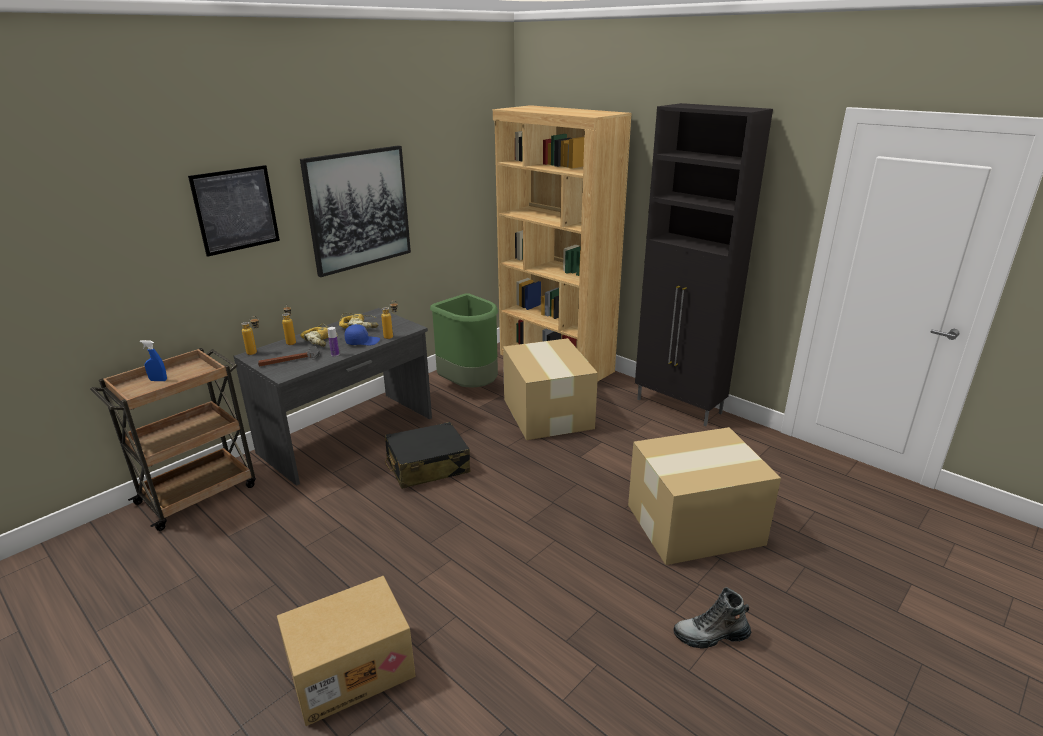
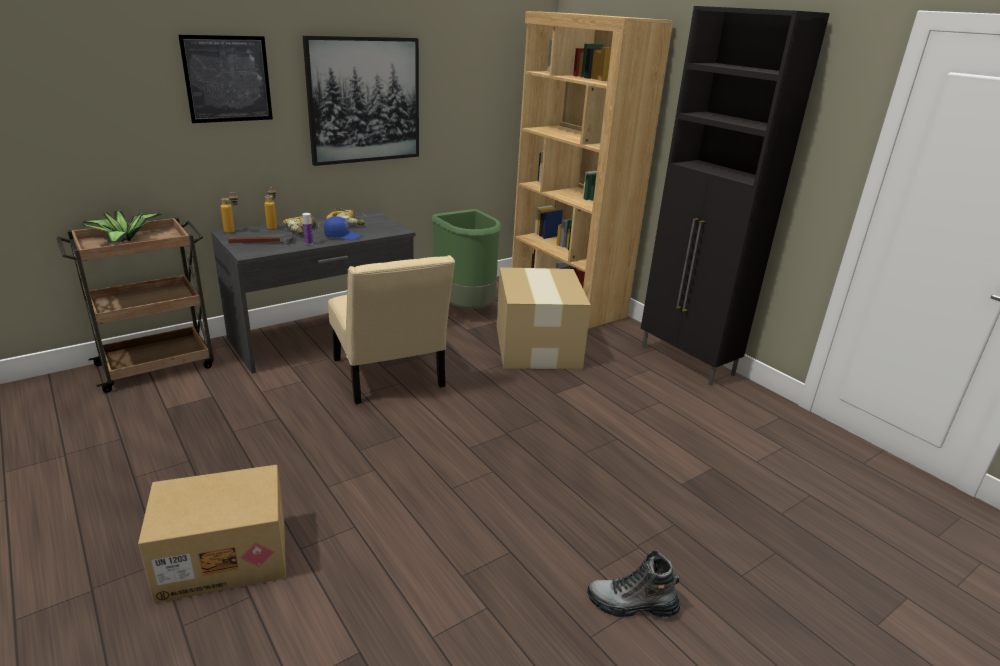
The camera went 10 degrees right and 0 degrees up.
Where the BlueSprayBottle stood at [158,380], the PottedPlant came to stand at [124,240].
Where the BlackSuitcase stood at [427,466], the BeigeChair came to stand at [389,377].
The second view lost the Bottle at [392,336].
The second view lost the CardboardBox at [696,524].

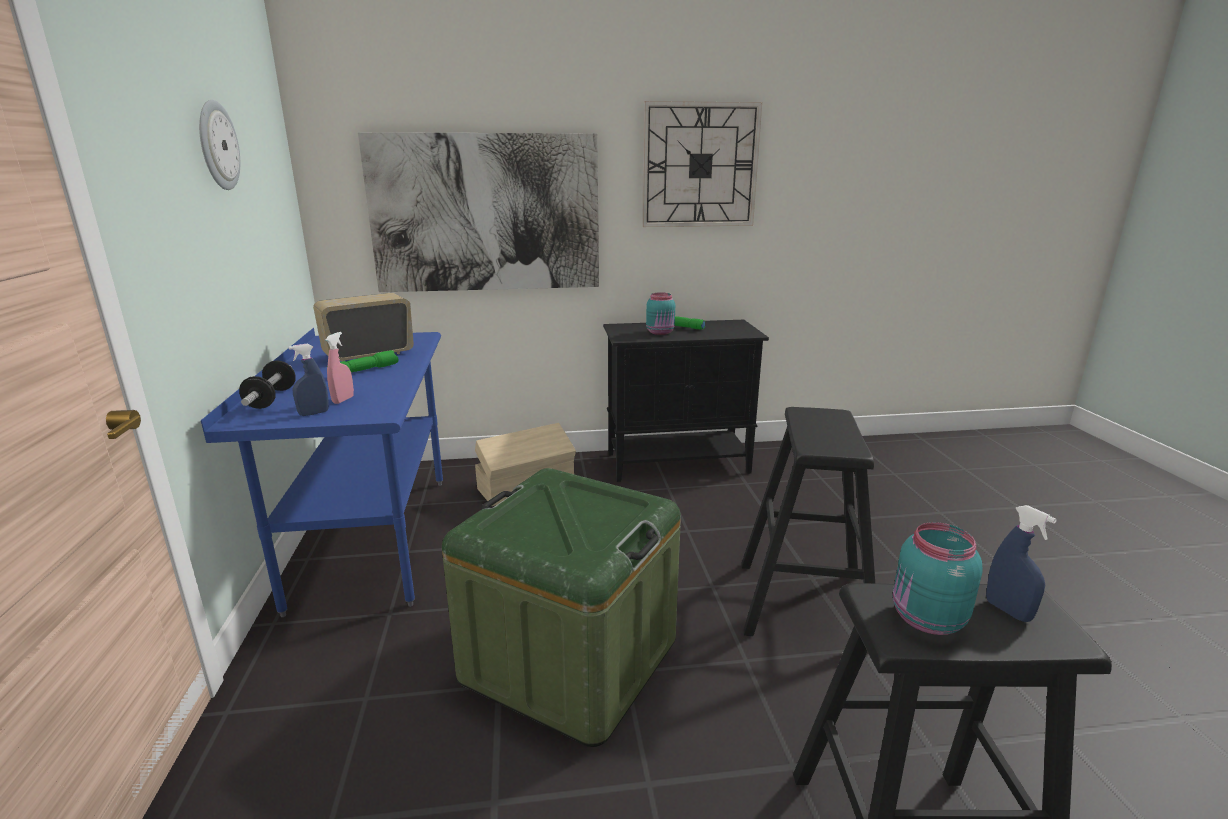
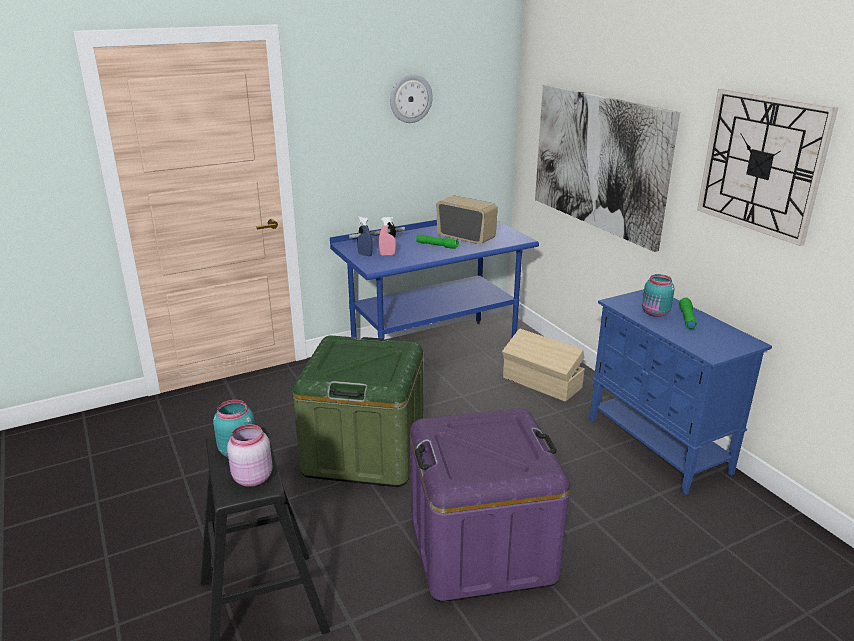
The camera went 70 degrees right and 5 degrees up.
Where the BlueSprayBottle stood at [1008,611], the PinkJar came to stand at [251,478].
Where the BlackStool stood at [804,603], the PurpleStorageBox came to stand at [481,548].
What was the BlackCabinet at [679,463] turned into the BlueCabinet at [659,446].

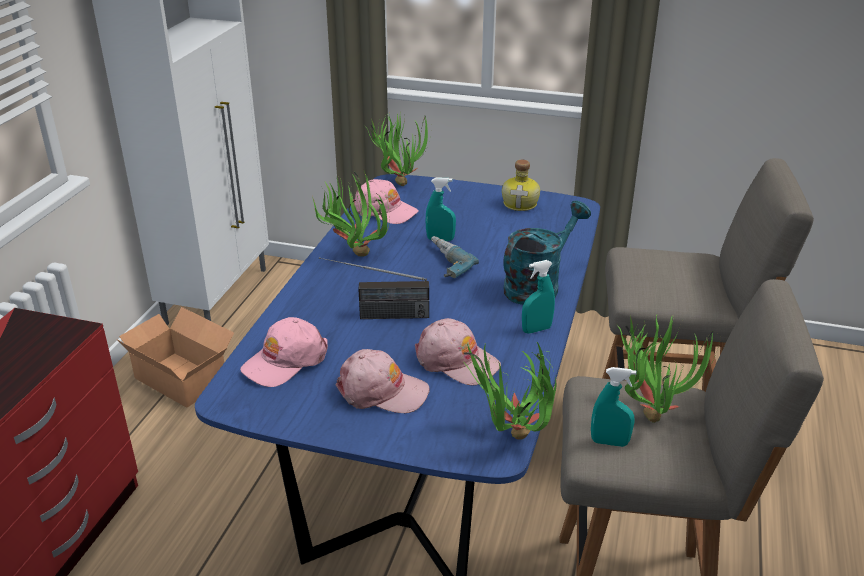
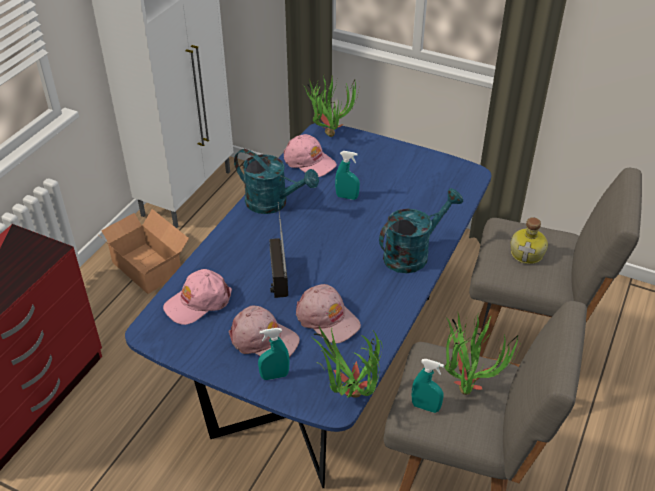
The camera went 10 degrees right and 10 degrees up.
Where the PottedPlant stood at [353,253], the TurquoiseWateringCan came to stand at [273,203].
The TurquoiseSprayBottle ended up elsewhere, having gone from [536,329] to [274,376].
The Radio at [375,315] ended up facing another way, 75 degrees clockwise from before.
The Bottle ended up elsewhere, having gone from [521,204] to [527,254].
The second view lost the PowerDrill at [442,264].

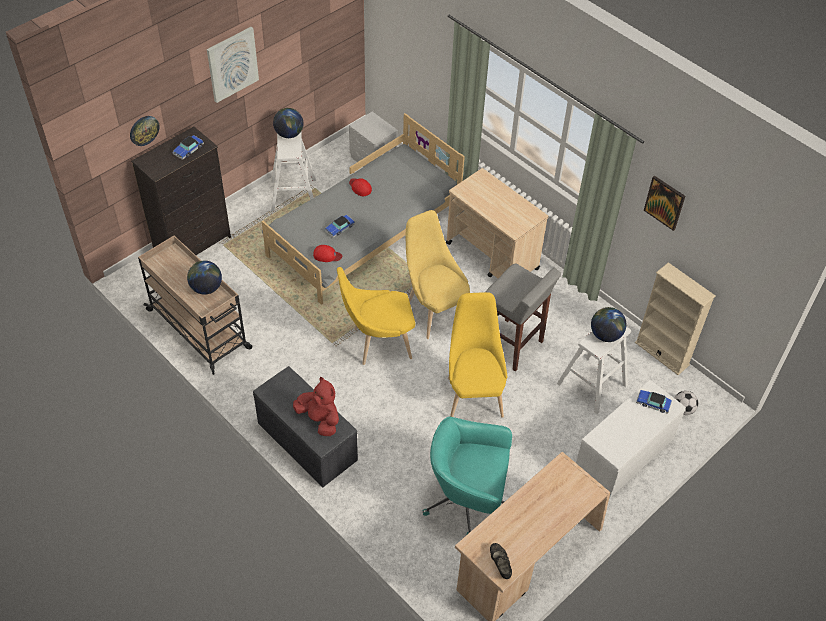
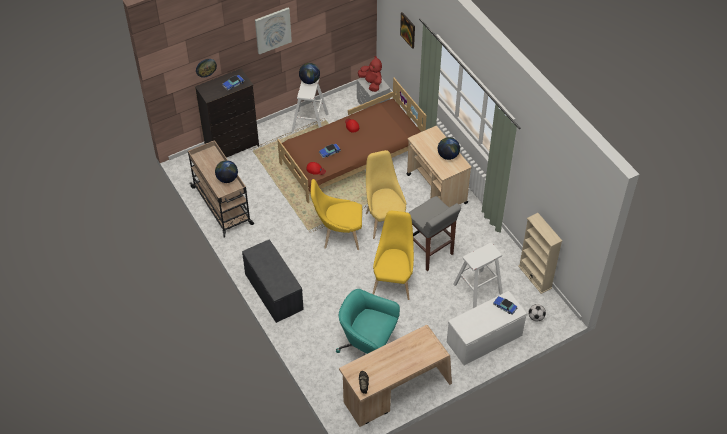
The camera went 15 degrees right and 0 degrees up.
What was the GreyBed at [364,233] turned into the BrownBed at [351,158].
The RedPlushToy ended up elsewhere, having gone from [319,419] to [371,83].
The Picture ended up elsewhere, having gone from [664,202] to [408,30].
The Globe ended up elsewhere, having gone from [605,335] to [448,155].

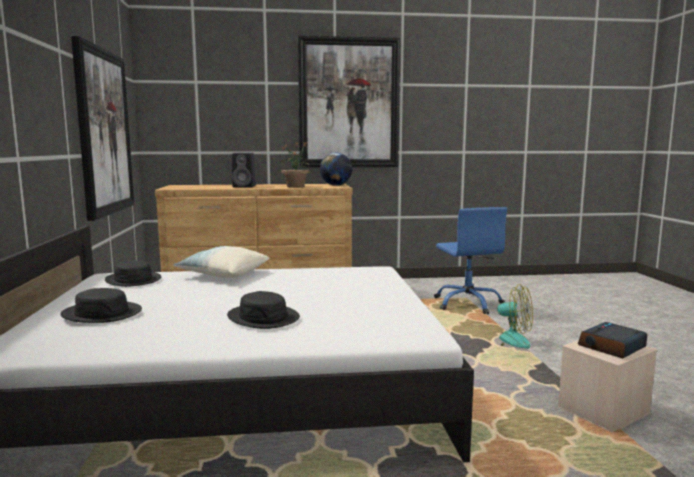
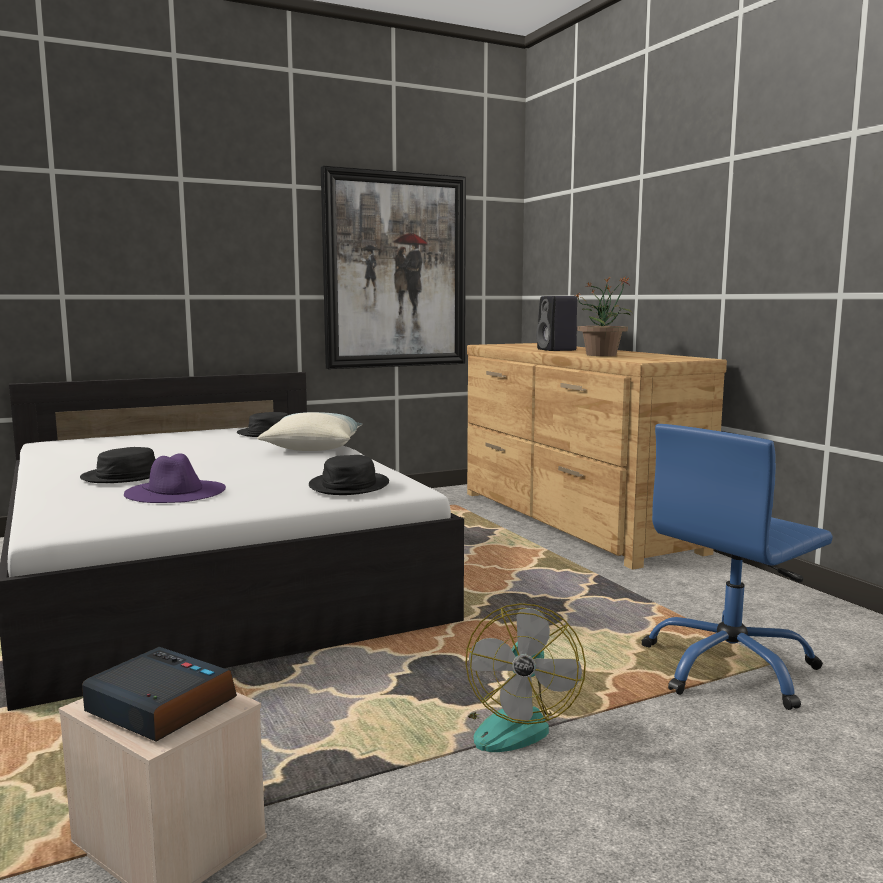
The camera went 70 degrees right and 0 degrees up.
The second view gained the PurpleHat at [175,491].
The BlackHat ended up elsewhere, having gone from [102,313] to [349,485].
The second view lost the Picture at [349,103].
The second view lost the Globe at [336,185].

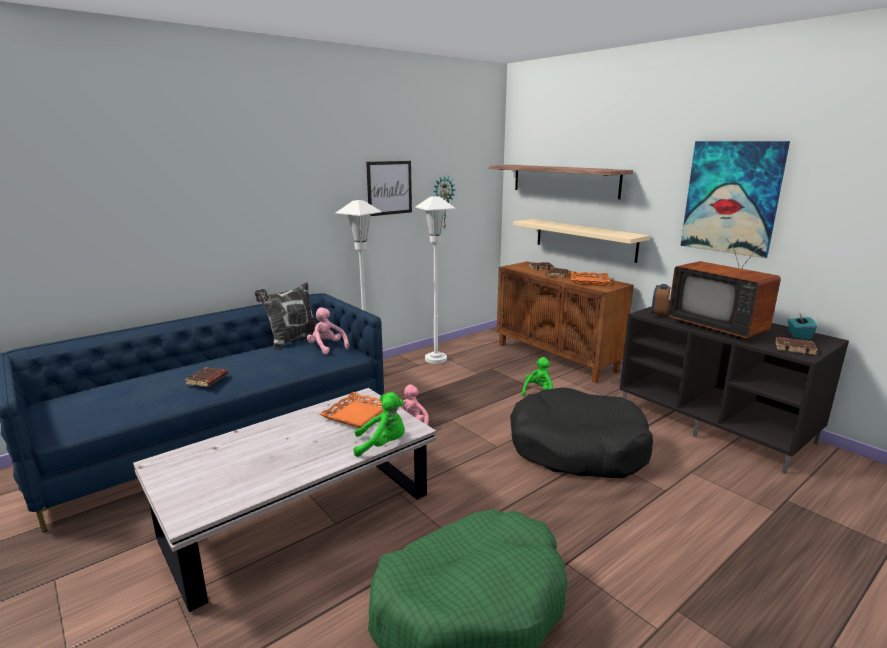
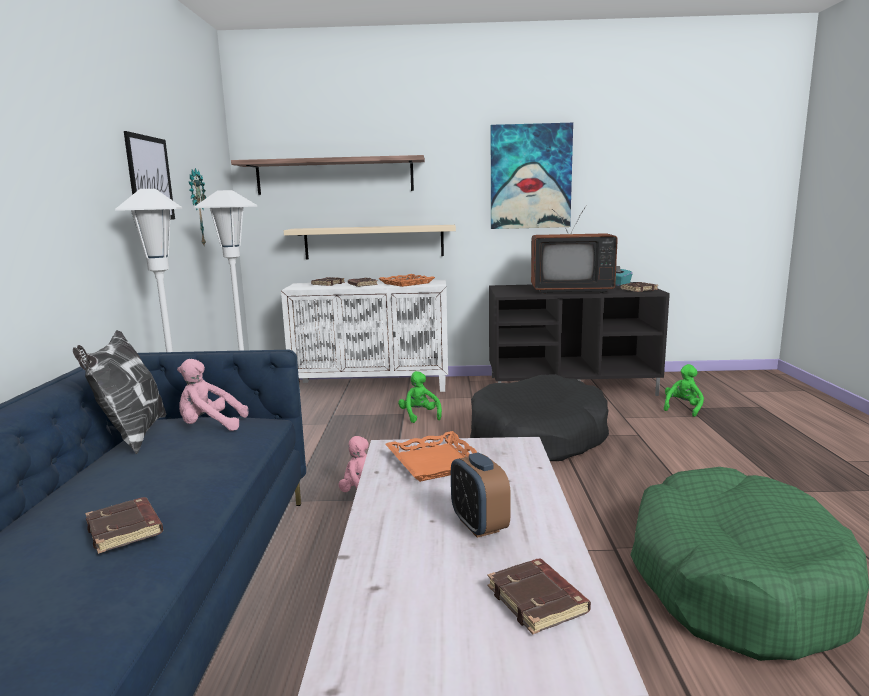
The camera went 50 degrees left and 5 degrees down.
What was the BrownCabinet at [557,358] turned into the WhiteCabinet at [373,386].
The AlarmClock ended up elsewhere, having gone from [658,313] to [479,525].
The second view gained the BrownBook at [538,601].
The GreenPlushToy ended up elsewhere, having gone from [382,445] to [683,408].

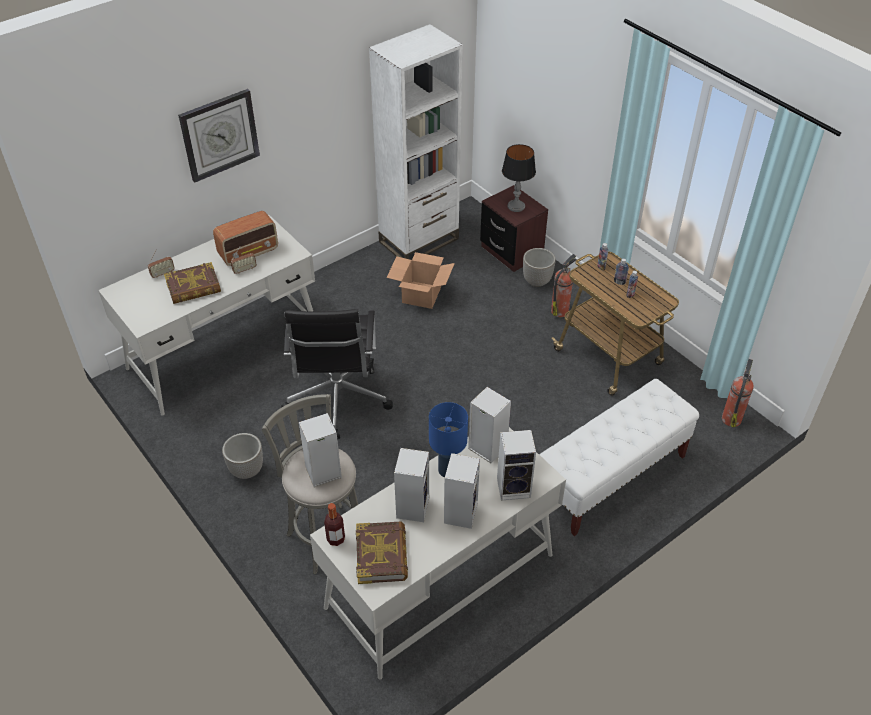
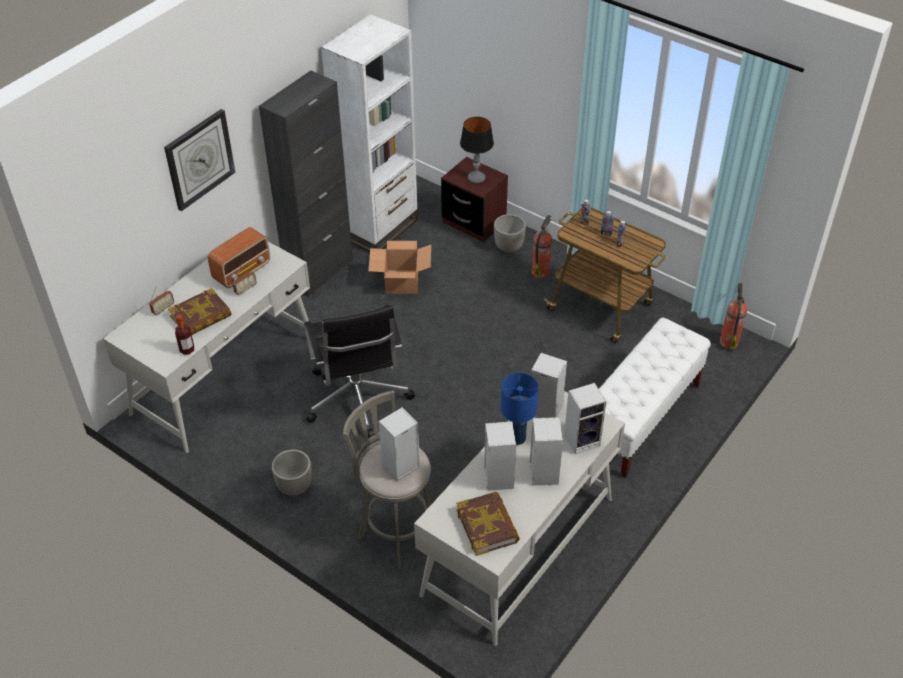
The camera went 15 degrees left and 0 degrees up.
The Bottle ended up elsewhere, having gone from [336,539] to [187,350].
The second view gained the BlackCabinet at [319,272].

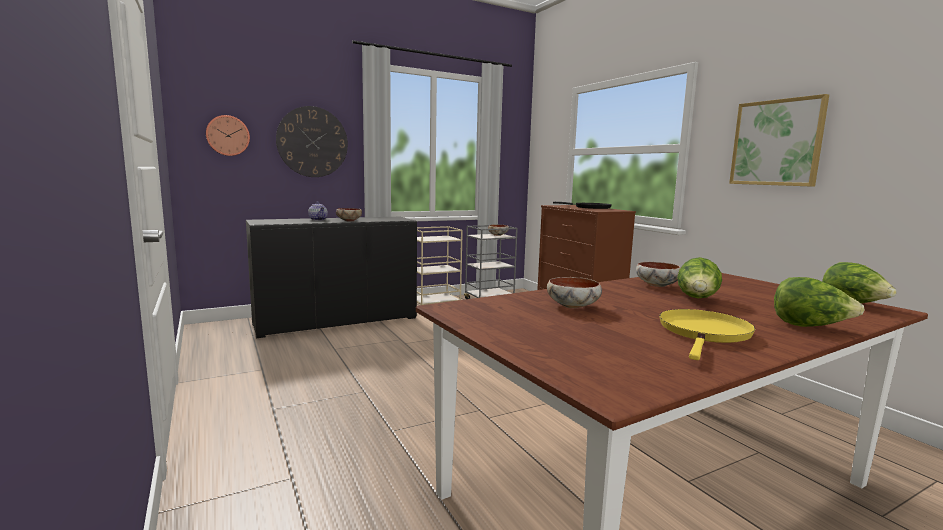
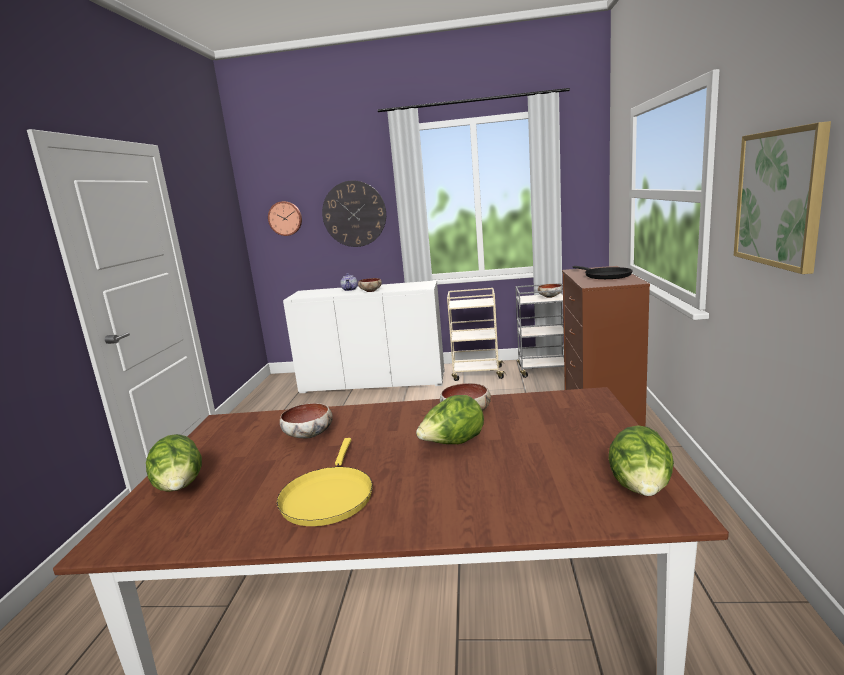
The camera went 35 degrees right and 5 degrees up.
The Lettuce ended up elsewhere, having gone from [809,326] to [180,488].
The YellowFryingPan at [704,333] ended up facing another way, 120 degrees clockwise from before.
What was the BlackCabinet at [336,321] turned into the WhiteCabinet at [373,382].

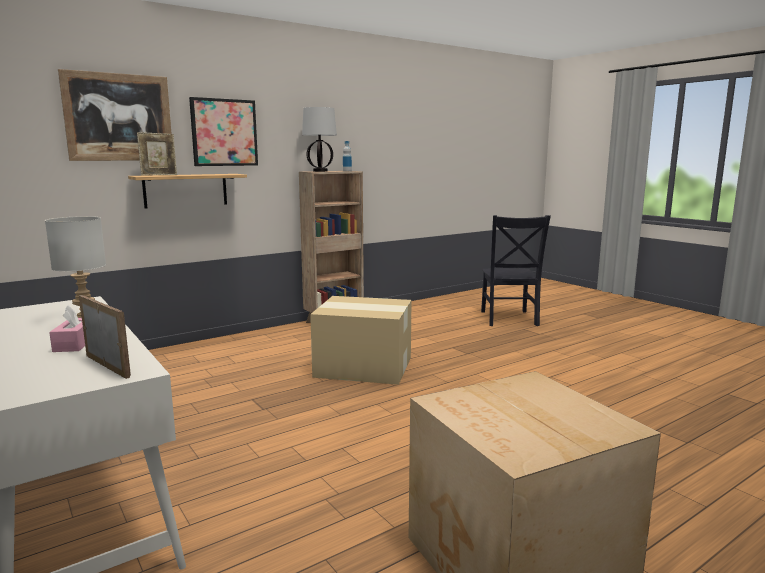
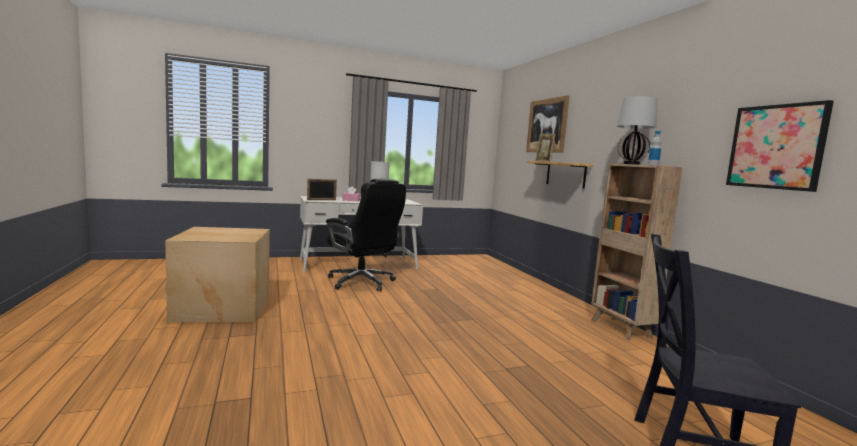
The camera went 105 degrees right and 5 degrees down.
The second view gained the BlackOfficeChair at [362,282].
The Picture ended up elsewhere, having gone from [224,132] to [776,147].
The second view lost the CardboardBox at [362,367].

